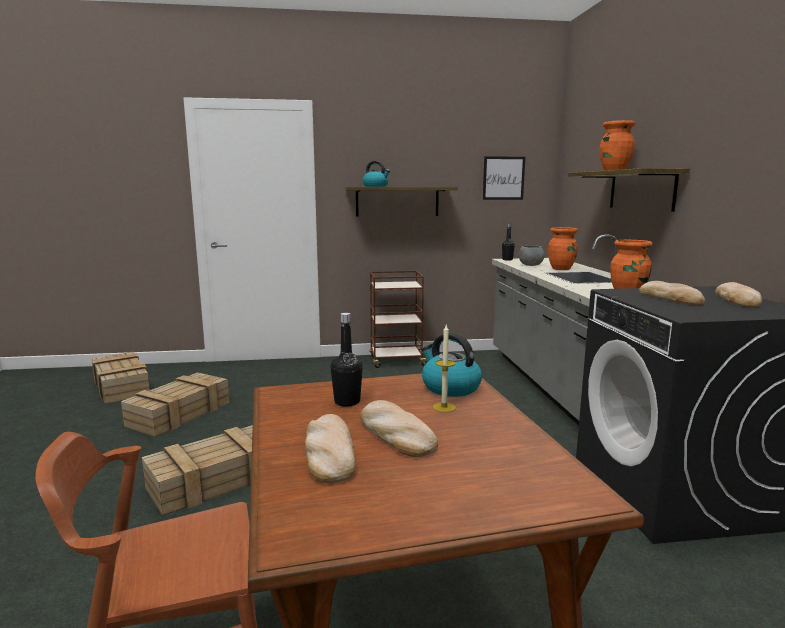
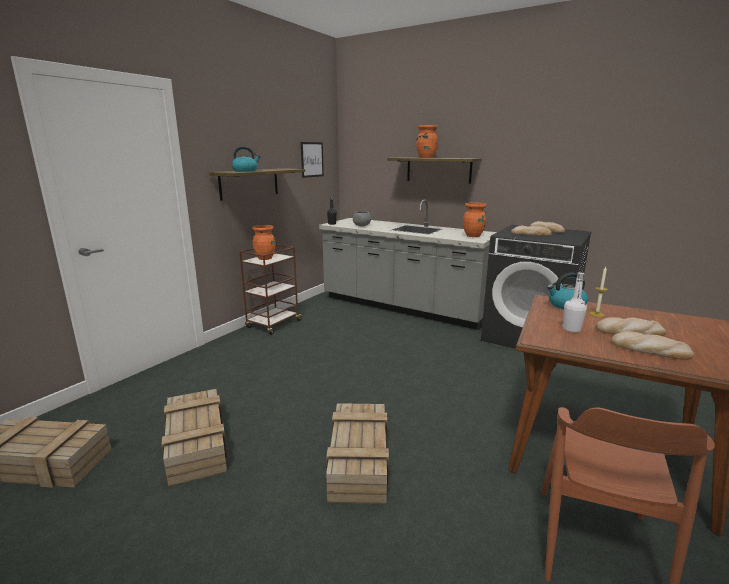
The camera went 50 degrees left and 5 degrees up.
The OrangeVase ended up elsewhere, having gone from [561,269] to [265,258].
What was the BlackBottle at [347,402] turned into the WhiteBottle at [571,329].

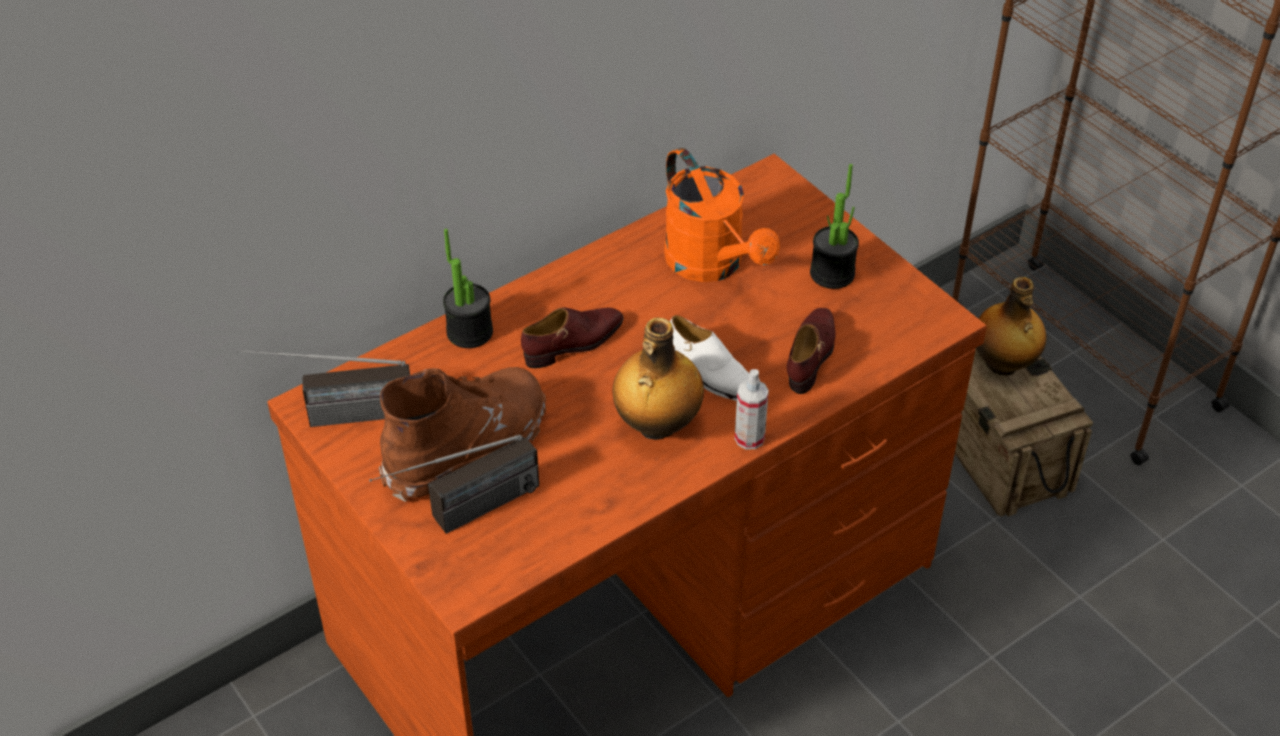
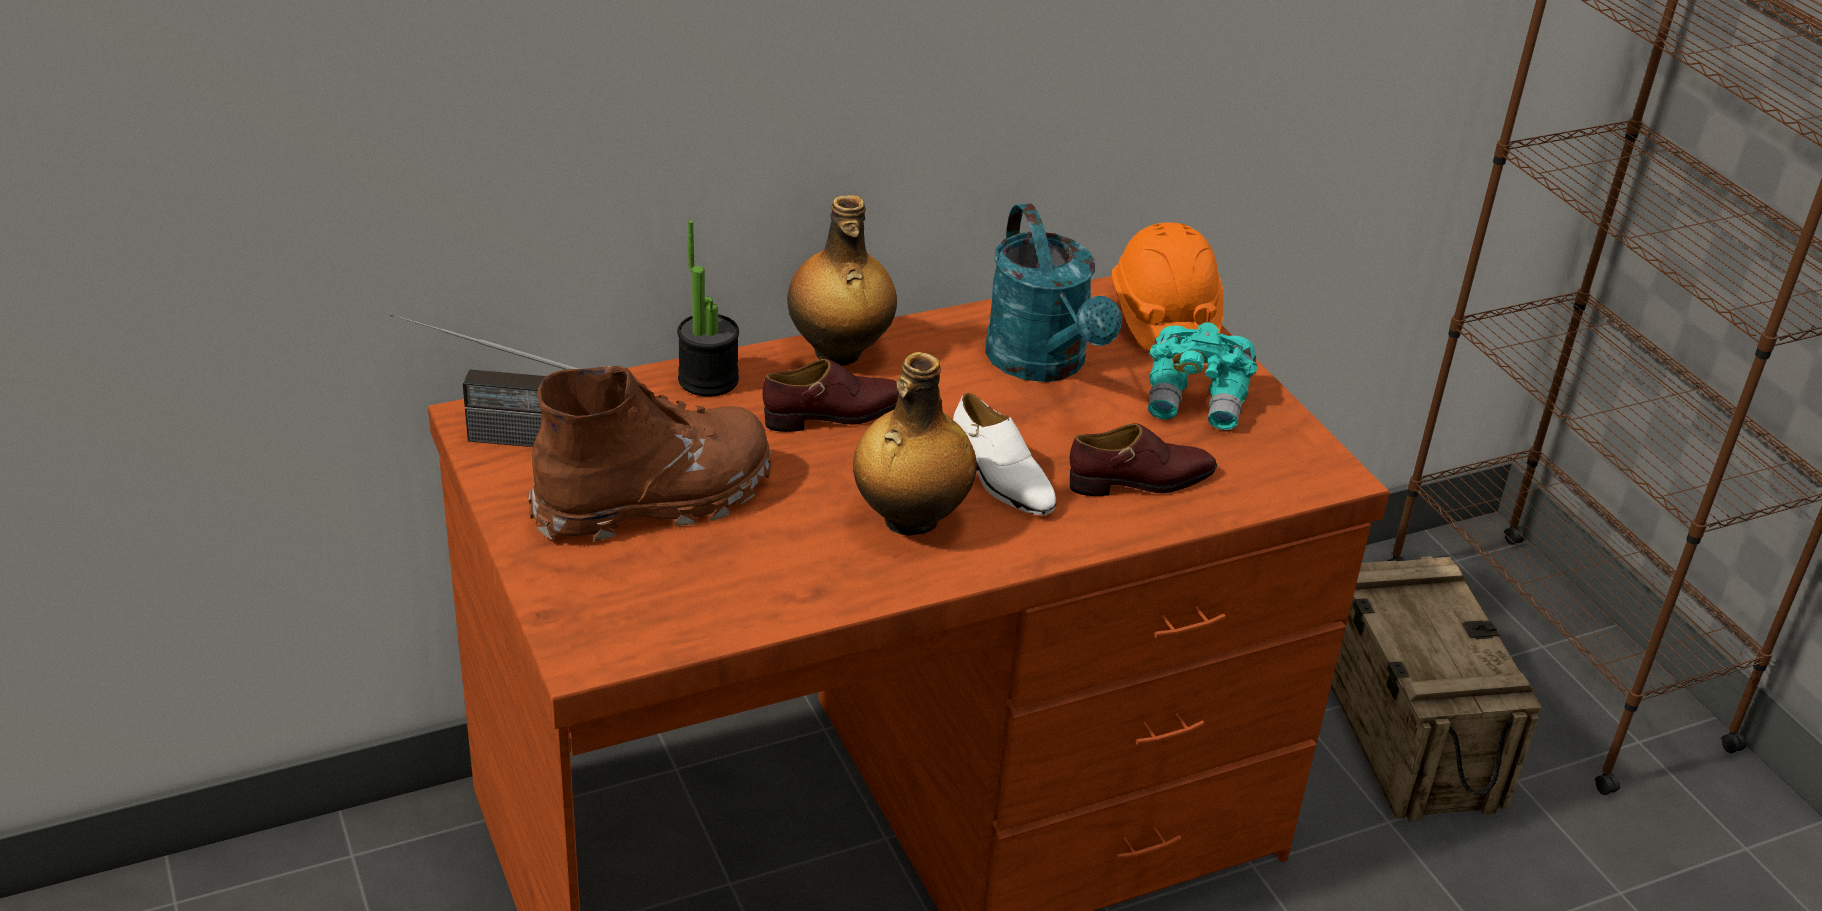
The camera went 10 degrees right and 10 degrees down.
The Bottle ended up elsewhere, having gone from [1003,365] to [838,353].
What was the OrangeWateringCan at [712,265] turned into the TurquoiseWateringCan at [1044,364].
The BrownShoe at [811,355] ended up facing another way, 45 degrees clockwise from before.
The second view gained the OrangeHardHat at [1163,318].
Where the PottedPlant stood at [832,274], the TurquoiseBinoculars came to stand at [1197,400].
The second view lost the Radio at [462,516].
The second view lost the SprayBottle at [749,438].

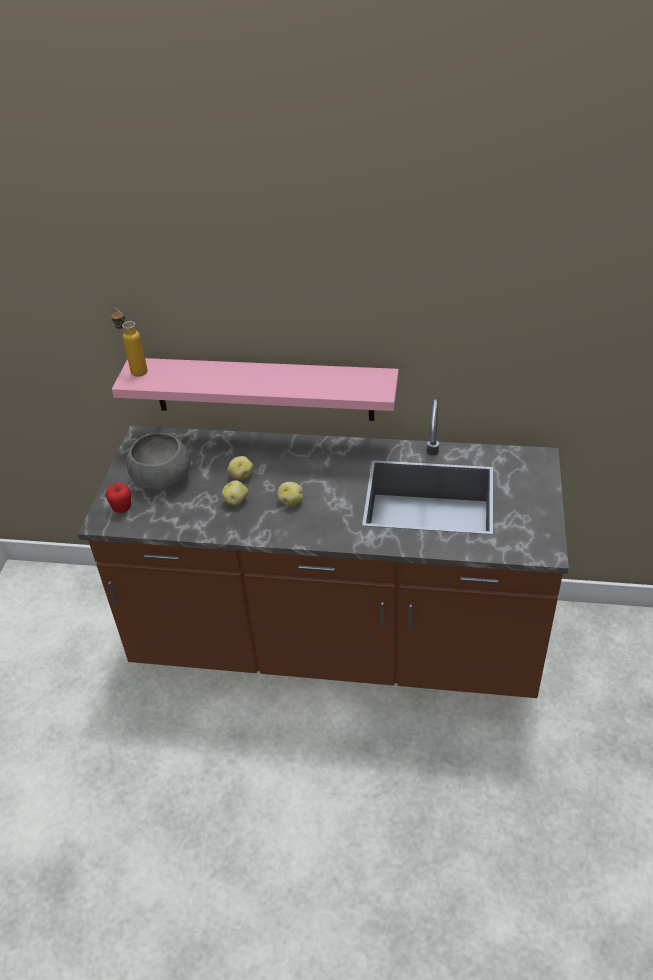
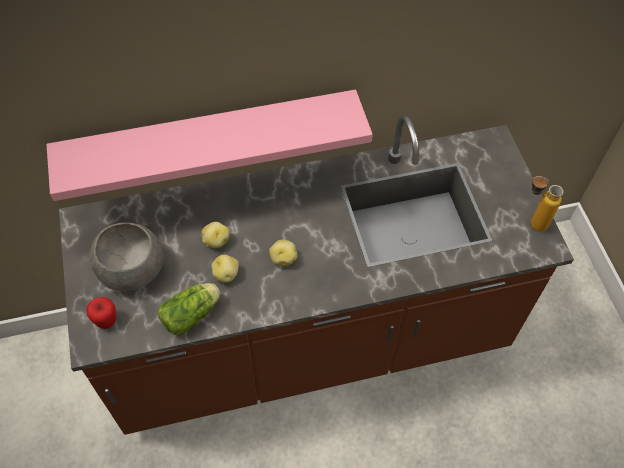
The camera went 25 degrees left and 15 degrees up.
The second view gained the Lettuce at [193,314].
The Bottle ended up elsewhere, having gone from [135,370] to [531,222].

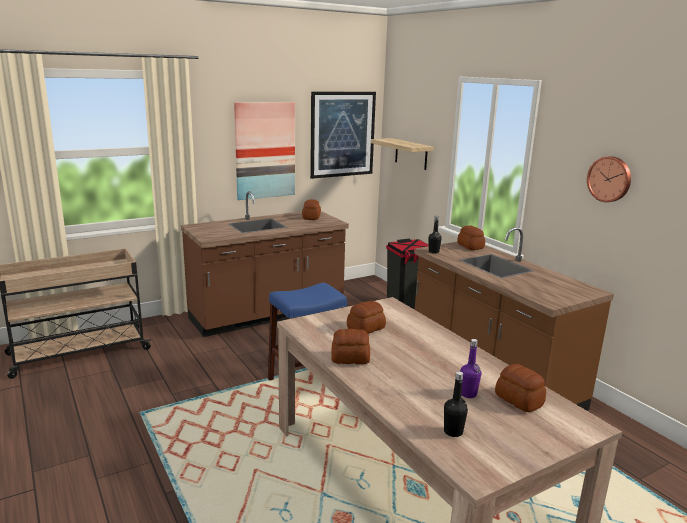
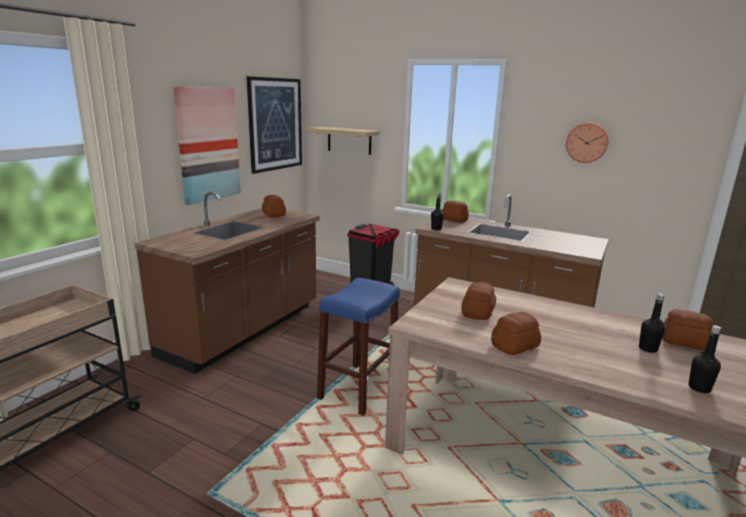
The camera went 30 degrees left and 0 degrees up.
What was the PurpleBottle at [468,394] turned into the BlackBottle at [647,349].

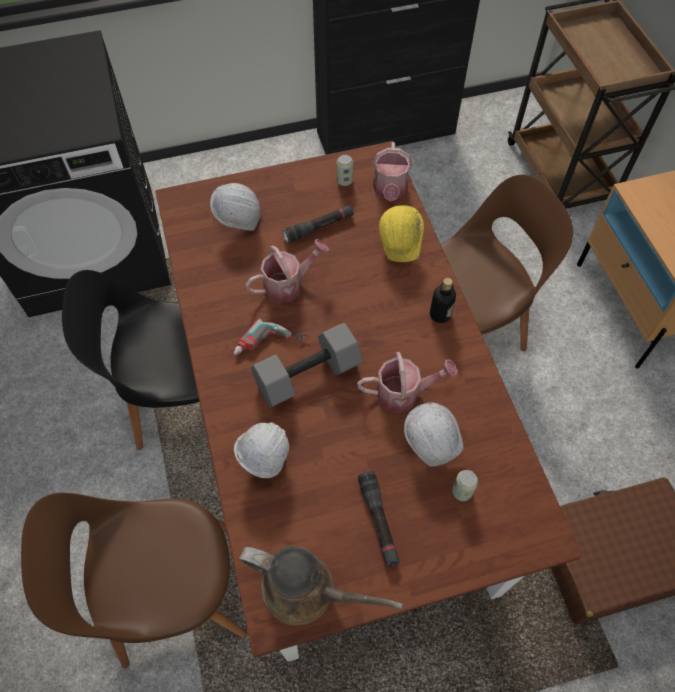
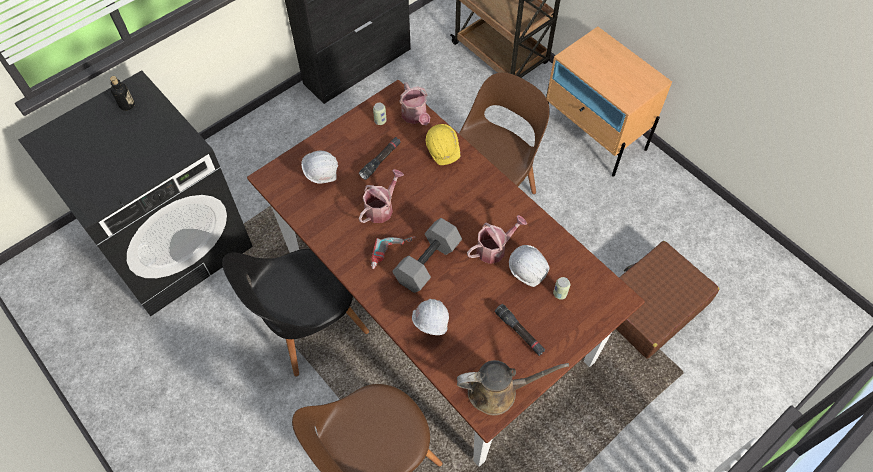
The camera went 25 degrees left and 0 degrees up.
The Bottle ended up elsewhere, having gone from [440,314] to [127,105].

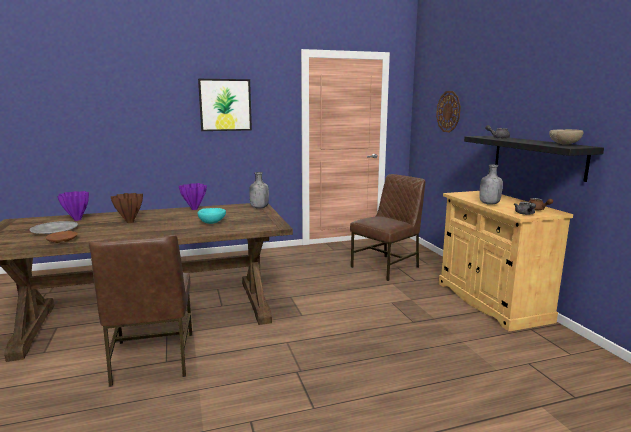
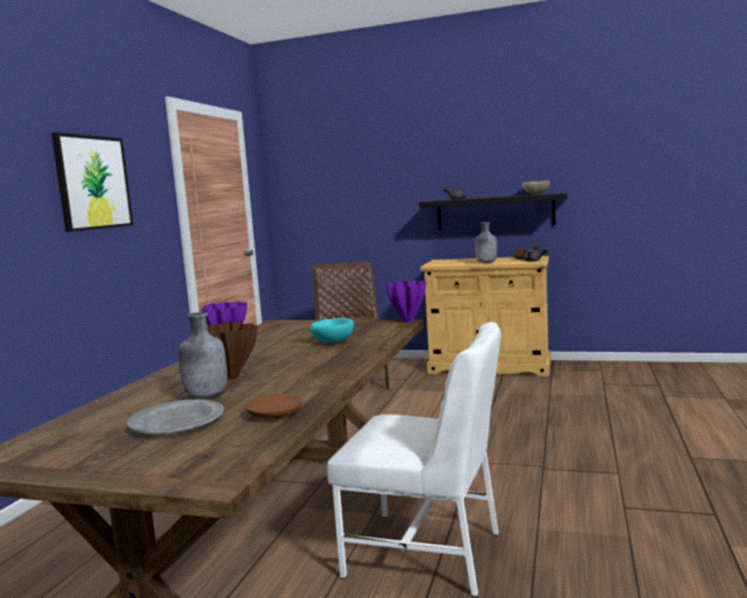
The camera went 55 degrees left and 5 degrees down.
The GreyBottle ended up elsewhere, having gone from [259,208] to [205,397].
What was the BrownChair at [152,359] turned into the WhiteChair at [426,554].
The PurpleVase ended up elsewhere, having gone from [77,219] to [407,321].
The second view lost the WallClock at [448,111].

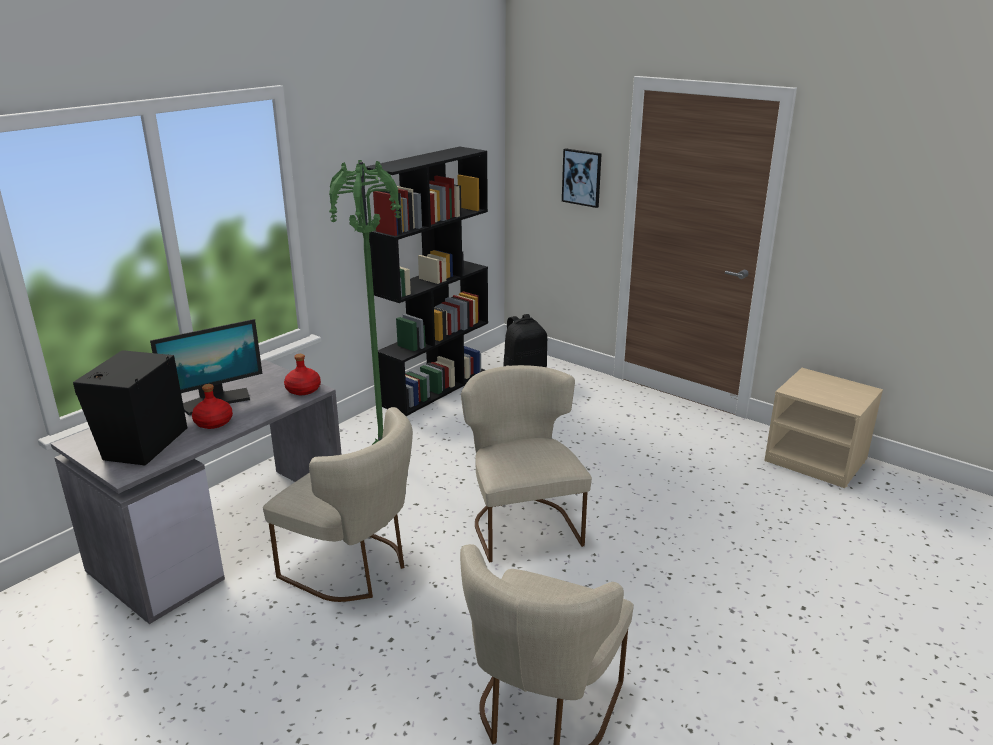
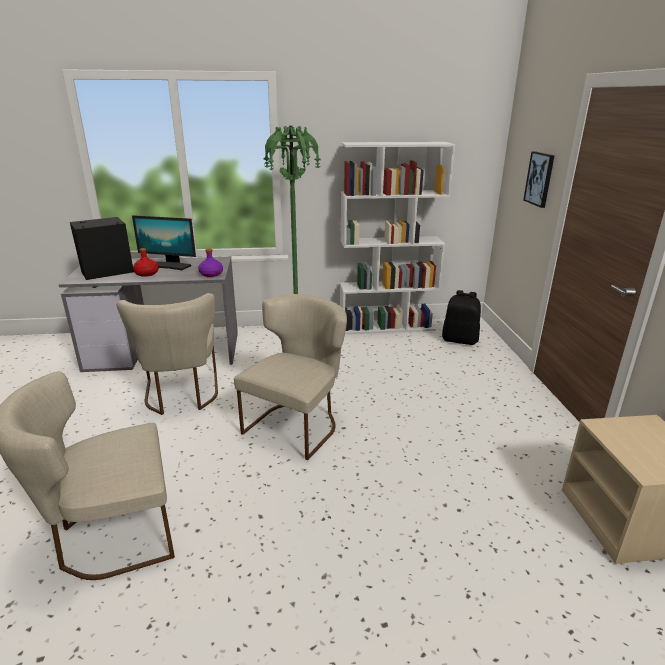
The camera went 45 degrees right and 0 degrees up.
What was the RedBottle at [303,390] turned into the PurpleBottle at [211,274].
What was the BlackBookcase at [436,388] turned into the WhiteBookcase at [387,326].

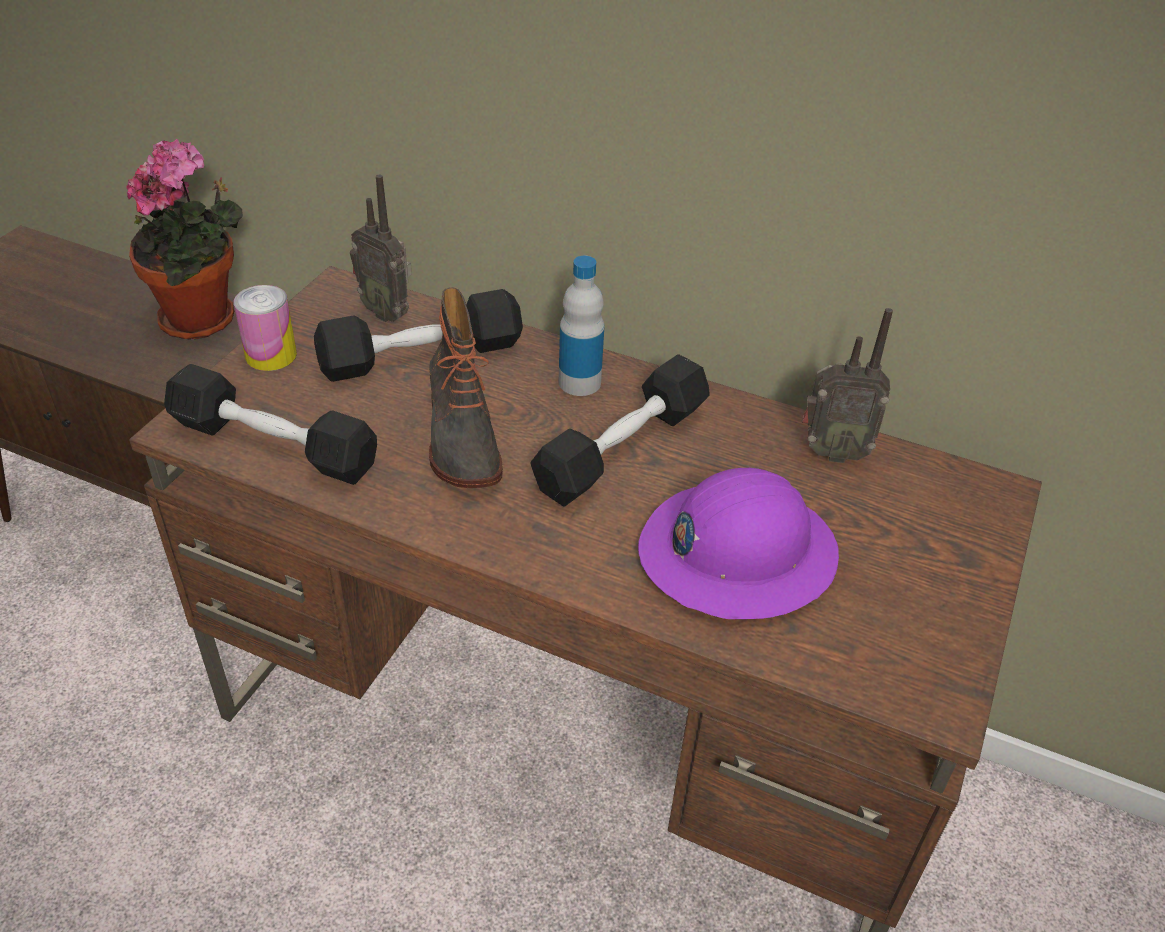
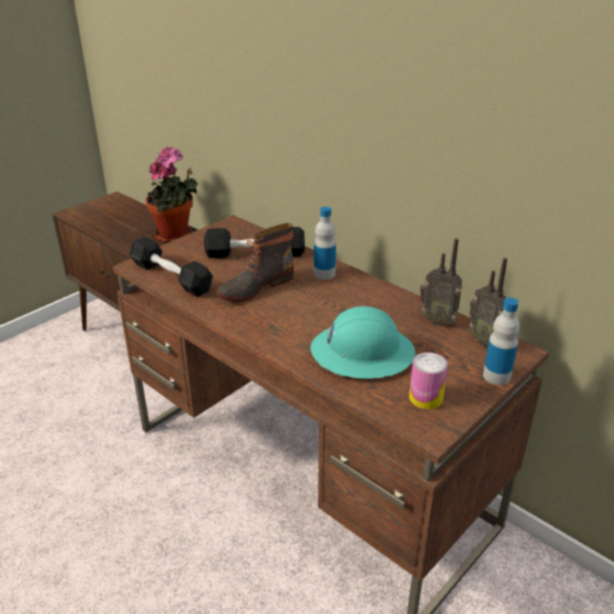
The camera went 20 degrees right and 10 degrees down.
The Boot at [460,438] ended up facing another way, 45 degrees clockwise from before.
What was the PurpleHardHat at [736,553] turned into the TurquoiseHardHat at [362,352].
The Can ended up elsewhere, having gone from [271,355] to [425,398].
The Radio ended up elsewhere, having gone from [387,312] to [485,341].
The second view gained the Bottle at [496,376].
The second view lost the BlackDumbbell at [622,448].

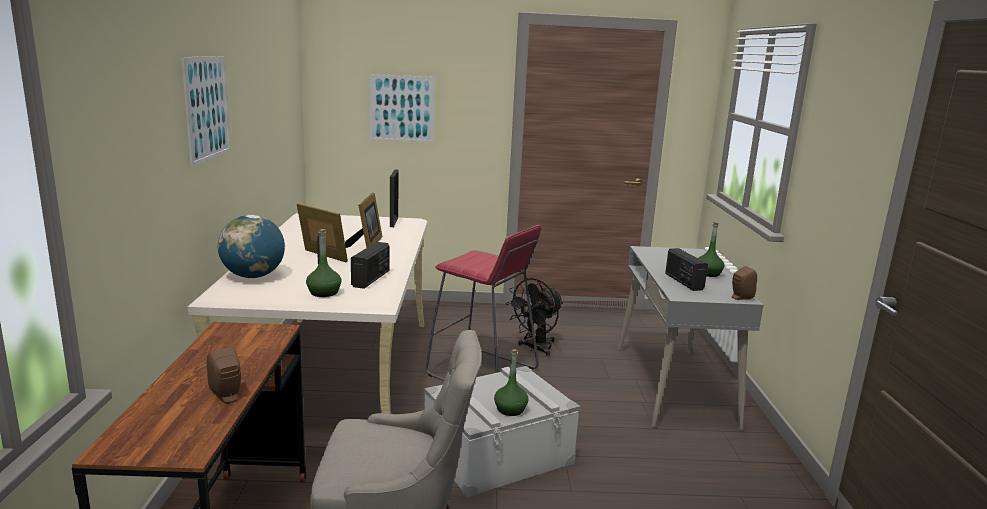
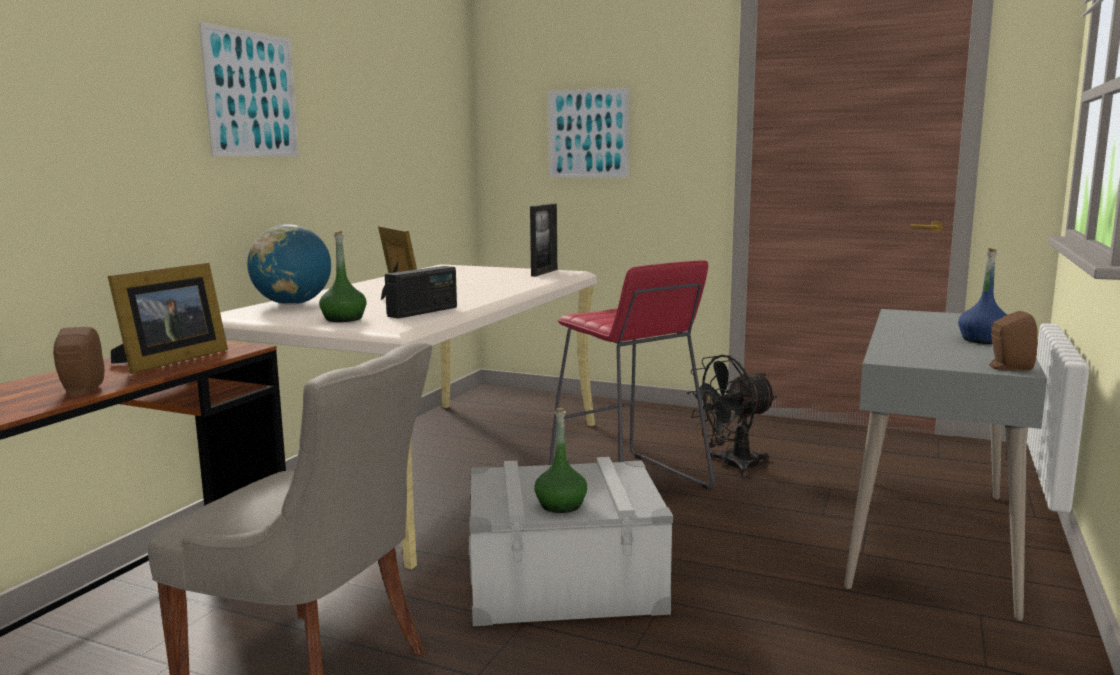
The camera went 25 degrees right and 5 degrees down.
The PictureFrame ended up elsewhere, having gone from [367,244] to [168,360].
What was the GreenBottle at [708,273] turned into the BlueBottle at [983,340].
The second view lost the Radio at [683,282].

